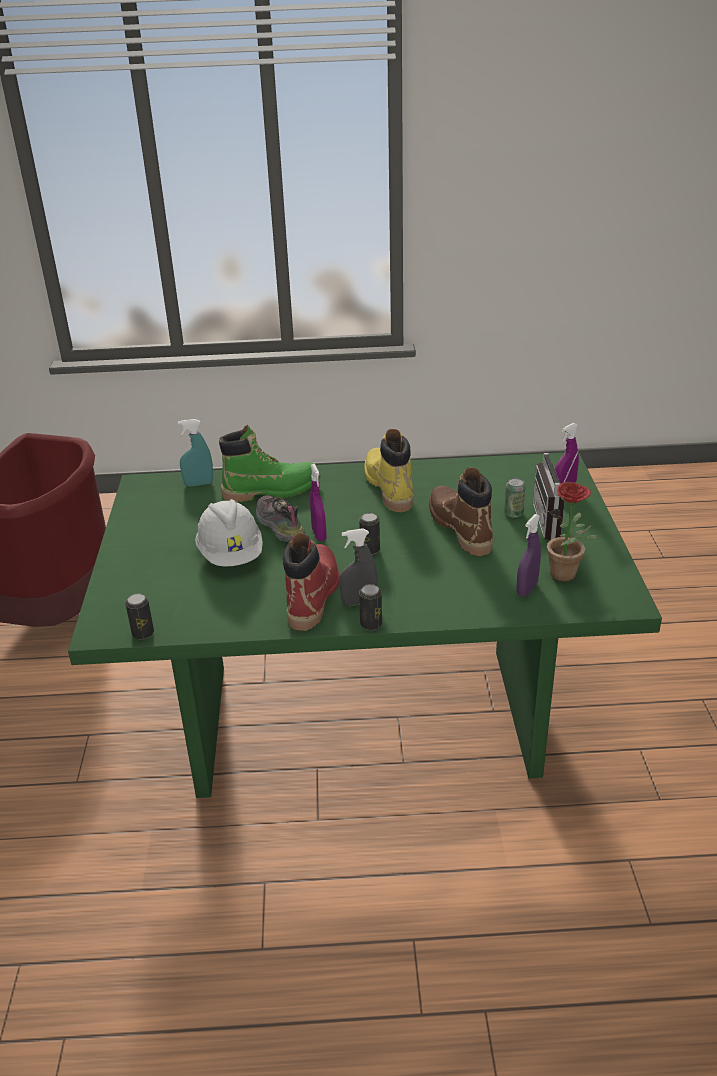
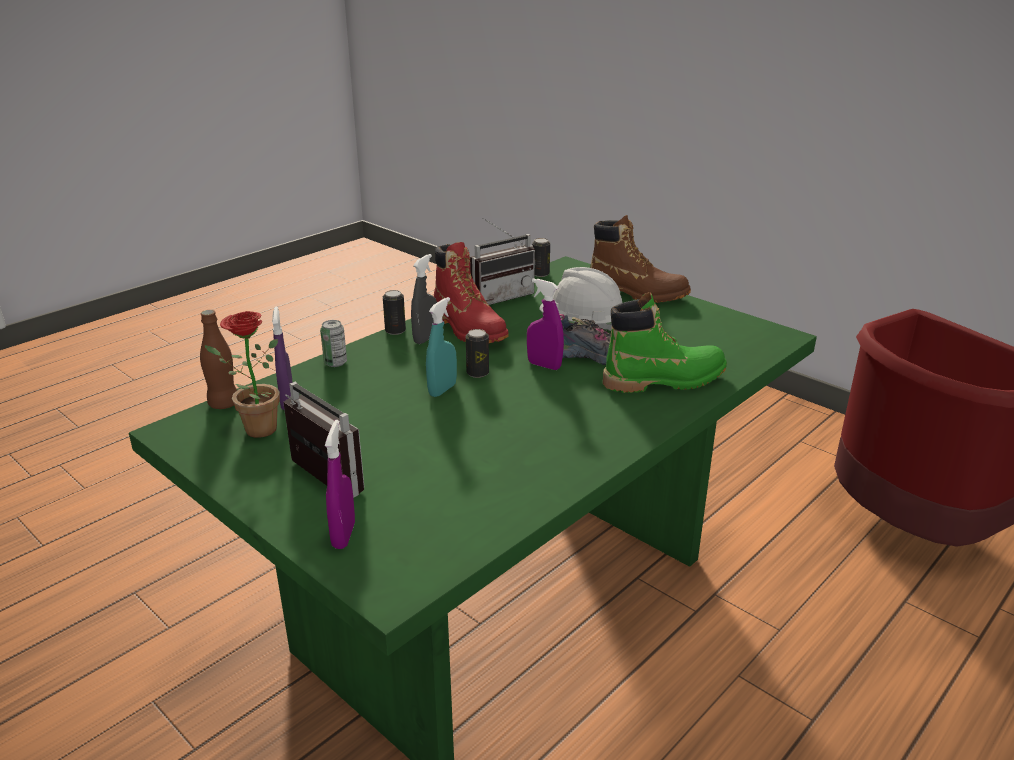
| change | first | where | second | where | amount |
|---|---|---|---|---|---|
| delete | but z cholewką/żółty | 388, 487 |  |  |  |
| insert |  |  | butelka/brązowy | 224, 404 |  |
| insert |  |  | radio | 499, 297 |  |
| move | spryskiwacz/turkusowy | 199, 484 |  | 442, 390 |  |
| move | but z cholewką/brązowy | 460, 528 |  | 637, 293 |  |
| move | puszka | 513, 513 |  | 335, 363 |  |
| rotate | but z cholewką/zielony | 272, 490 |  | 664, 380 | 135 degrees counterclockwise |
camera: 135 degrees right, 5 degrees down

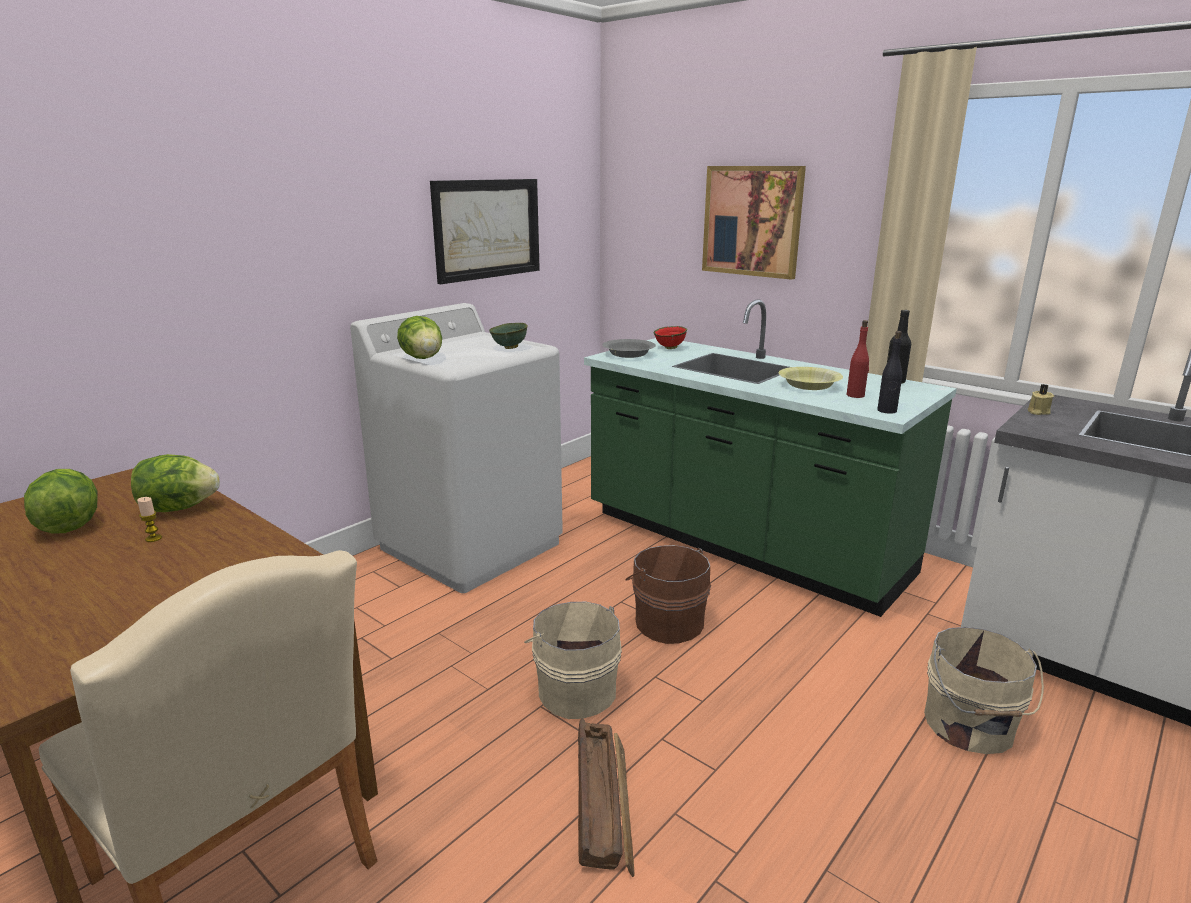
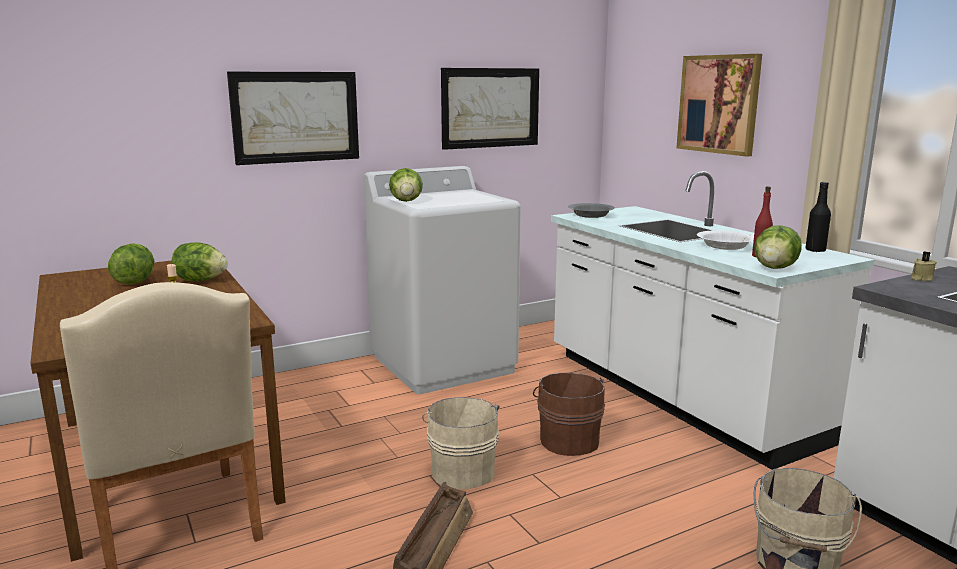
| change | first | where | second | where | amount |
|---|---|---|---|---|---|
| delete | miska/zielony | 510, 348 |  |  |  |
| delete | miska/czerwony | 670, 348 |  |  |  |
| insert |  |  | obraz | 295, 117 |  |
| replace | butelka/czarny | 887, 411 | sałata | 775, 268 |  |
| recolor | zabudowa kuchenna/zielony | 742, 544 | zabudowa kuchenna/biały | 677, 396 |  |
| recolor | miska/żółty | 809, 386 | miska/biały | 725, 247 |  |
camera: 20 degrees right, 5 degrees down

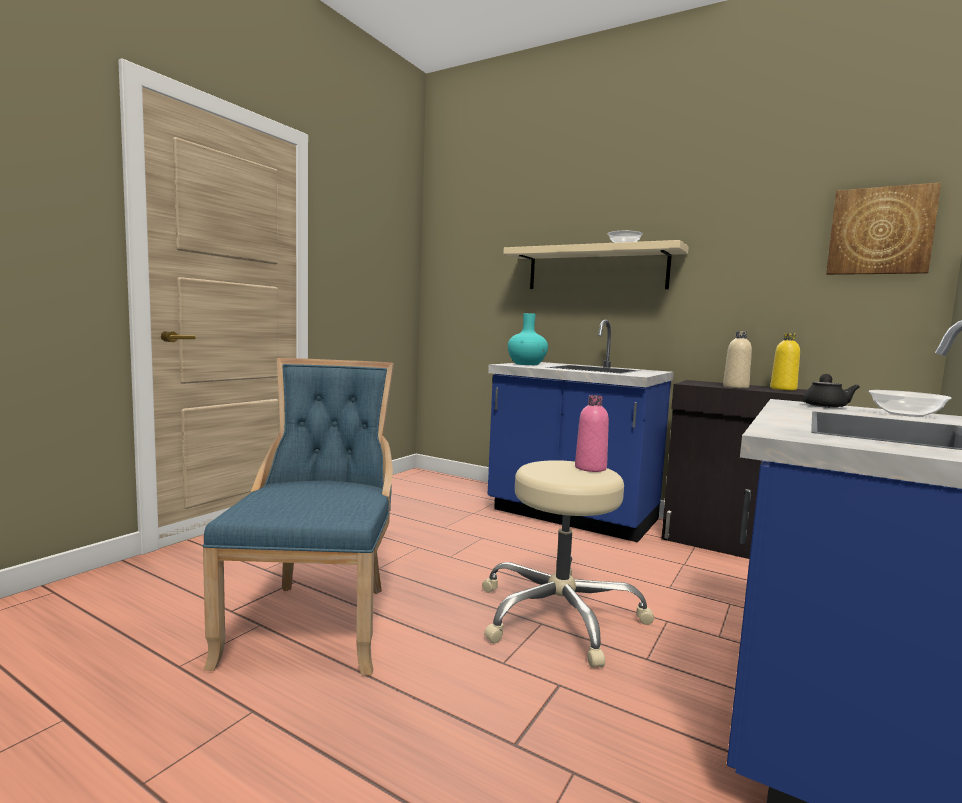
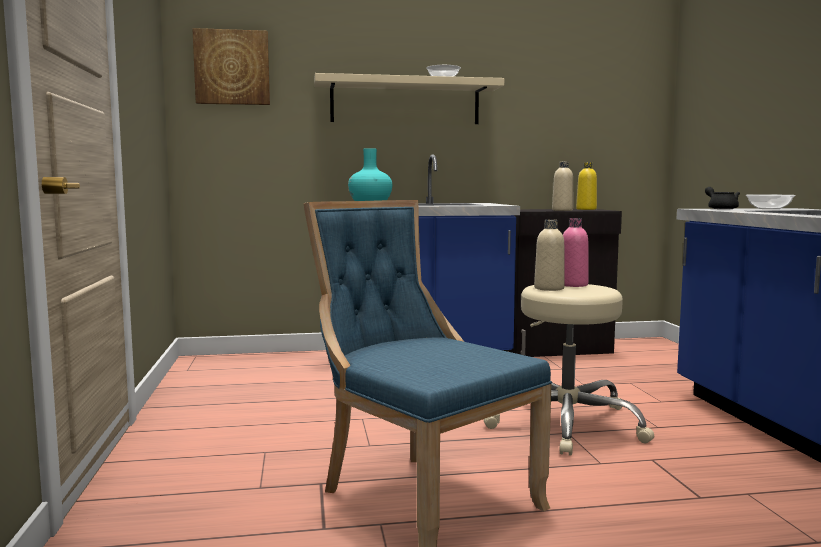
| change | first | where | second | where | amount |
|---|---|---|---|---|---|
| insert |  |  | butelka/beżowy | 549, 288 |  |
| move | obraz | 880, 231 |  | 232, 67 |  |
camera: 40 degrees left, 0 degrees up

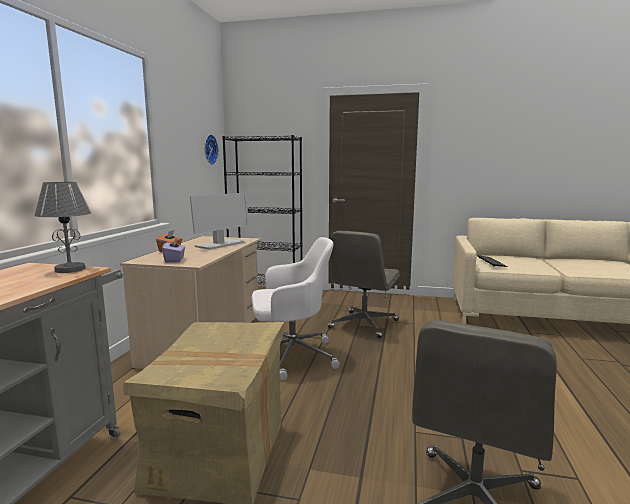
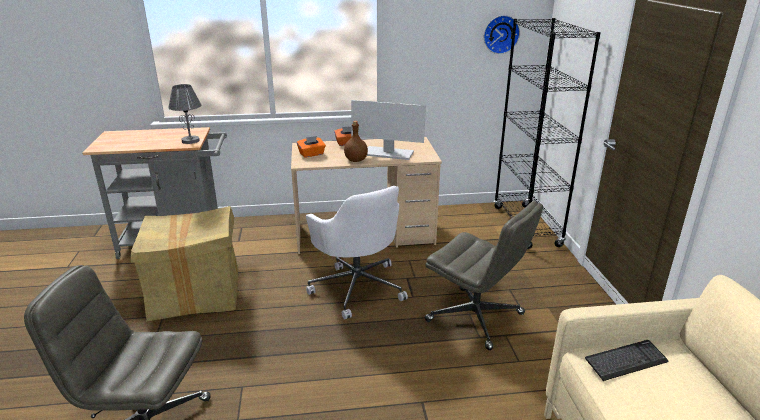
| change | first | where | second | where | amount |
|---|---|---|---|---|---|
| insert |  |  | butelka/brązowy | 356, 160 |  |
| recolor | pudełko chusteczek/fioletowy | 175, 260 | pudełko chusteczek/pomarańczowy | 311, 154 |  |
| rotate | krzesło biurowe/szary | 363, 324 |  | 476, 318 | 150 degrees counterclockwise |
camera: 70 degrees right, 15 degrees up

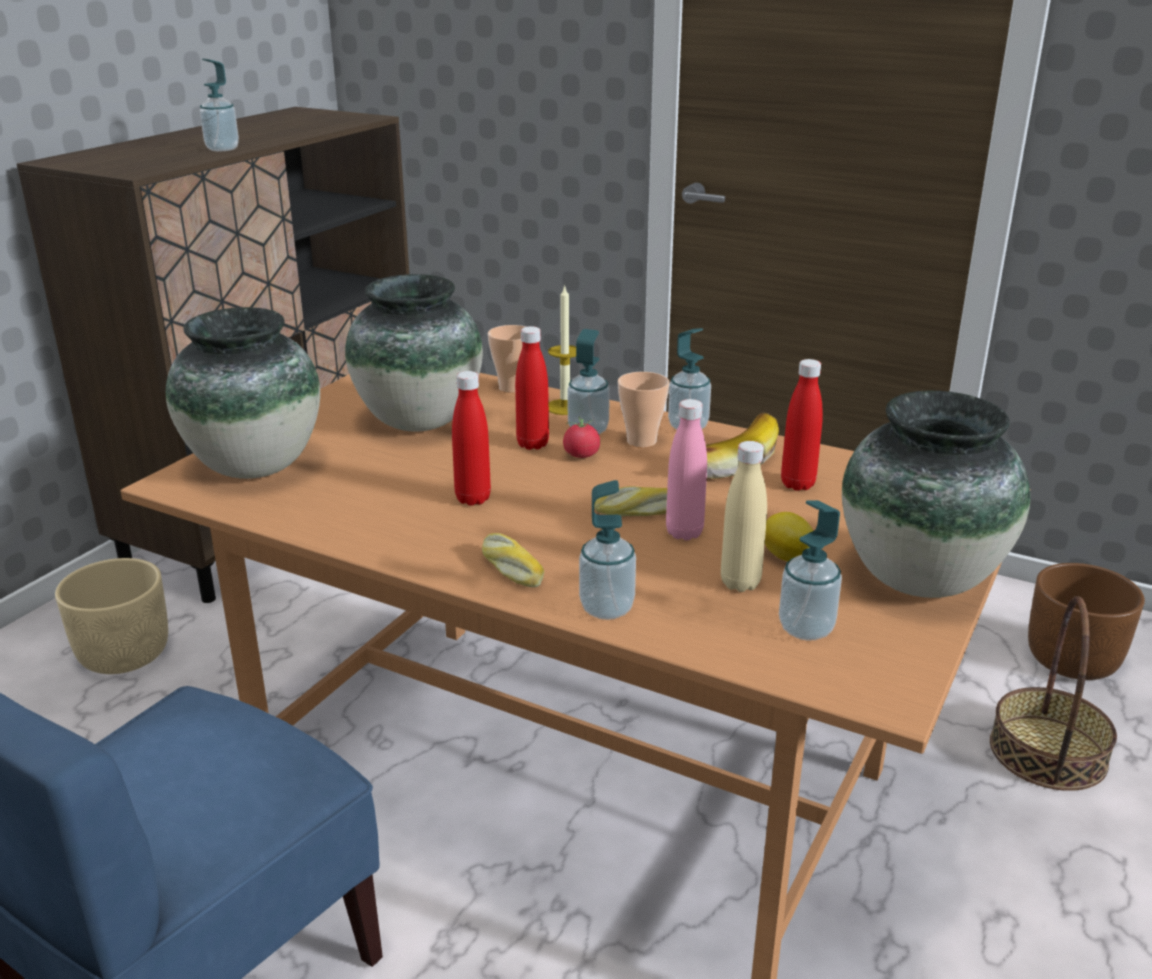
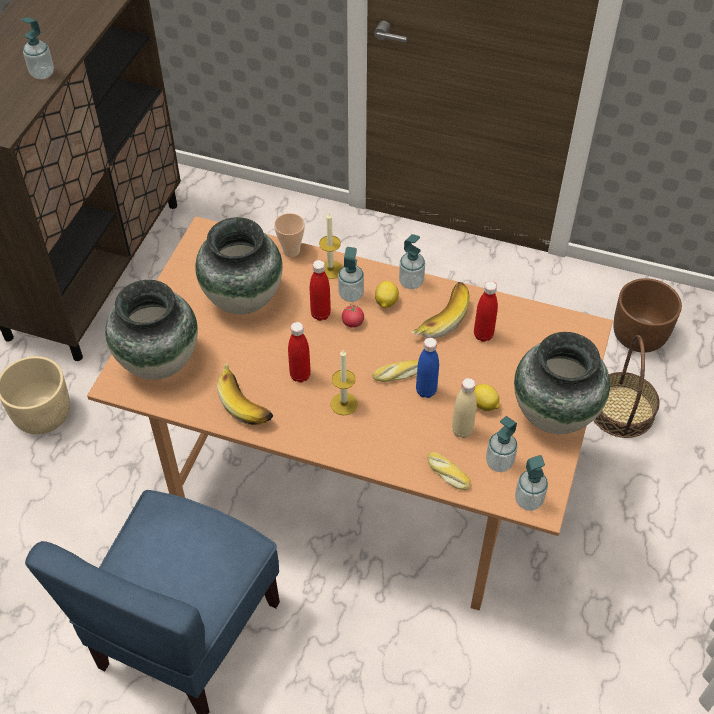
| change | first | where | second | where | amount |
|---|---|---|---|---|---|
| insert |  |  | banan | 247, 401 |  |
| insert |  |  | świeca | 344, 404 |  |
| move | chleb | 509, 569 |  | 447, 474 |  |
| move | dozownik mydła | 607, 609 |  | 528, 500 |  |
| replace | filiżanka | 641, 441 | cytryna | 386, 302 |  |
| recolor | butelka/różowy | 684, 533 | butelka/niebieski | 426, 391 |  |
camera: 10 degrees left, 25 degrees up

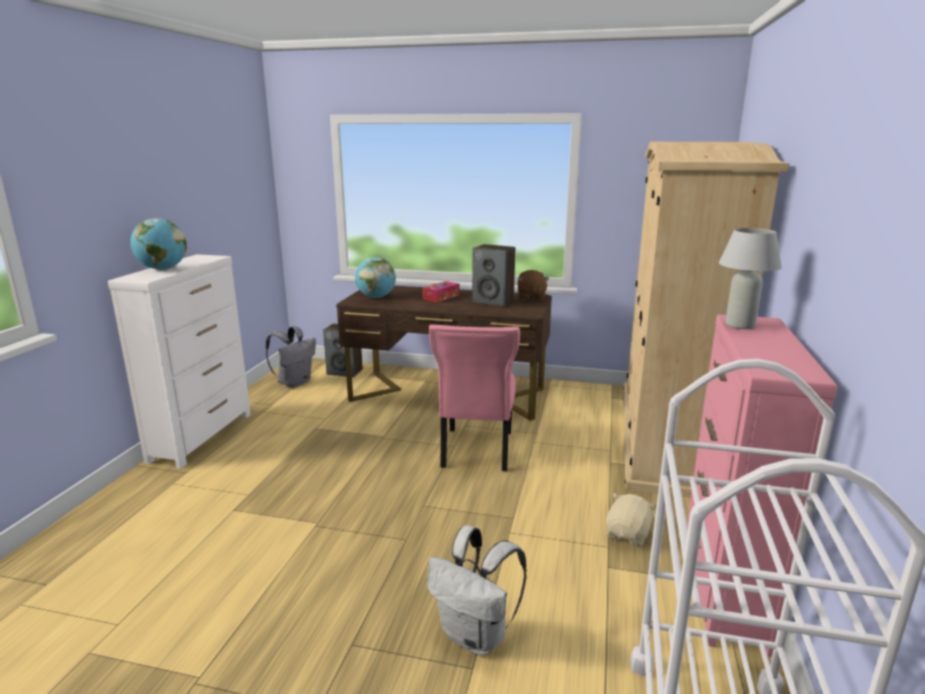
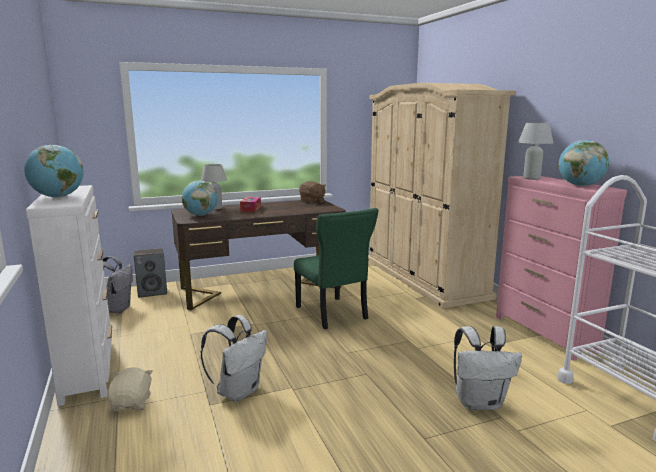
| change | first | where | second | where | amount |
|---|---|---|---|---|---|
| delete | głośnik | 493, 302 |  |  |  |
| insert |  |  | plecak/biały | 238, 391 |  |
| insert |  |  | lampa stołowa/biały | 215, 208 |  |
| insert |  |  | globus | 580, 186 |  |
| move | pluszak/beżowy | 628, 534 |  | 132, 403 |  |
| recolor | krzesło/różowy | 476, 451 | krzesło/zielony | 332, 314 |  |
camera: 35 degrees left, 5 degrees down

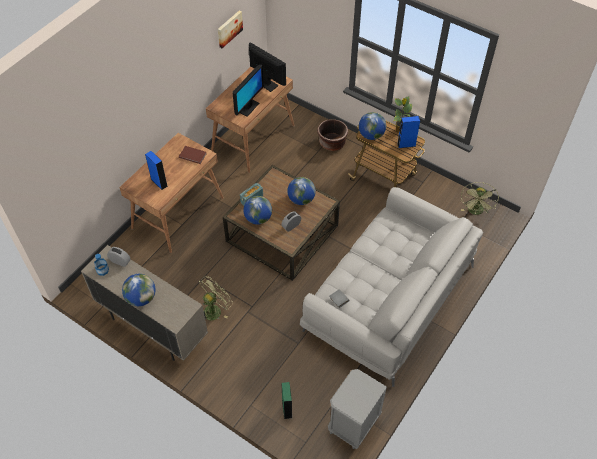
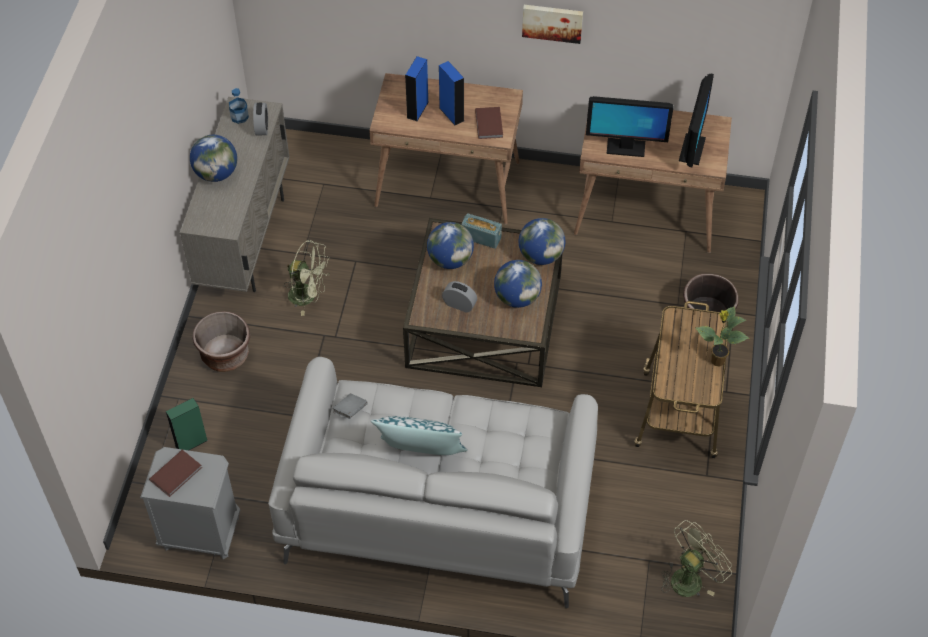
| change | first | where | second | where | amount |
|---|---|---|---|---|---|
| insert |  |  | książka/brązowy | 177, 474 |  |
| insert |  |  | donica/brązowy | 225, 355 |  |
| insert |  |  | poduszka | 421, 457 |  |
| move | obraz | 229, 28 |  | 552, 22 |  |
| move | globus | 371, 135 |  | 540, 256 |  |
| move | głośnik/niebieski | 406, 144 |  | 451, 114 |  |
| rotate | wentylator/zielony | 475, 212 |  | 690, 577 | 150 degrees clockwise |
camera: 65 degrees right, 0 degrees up

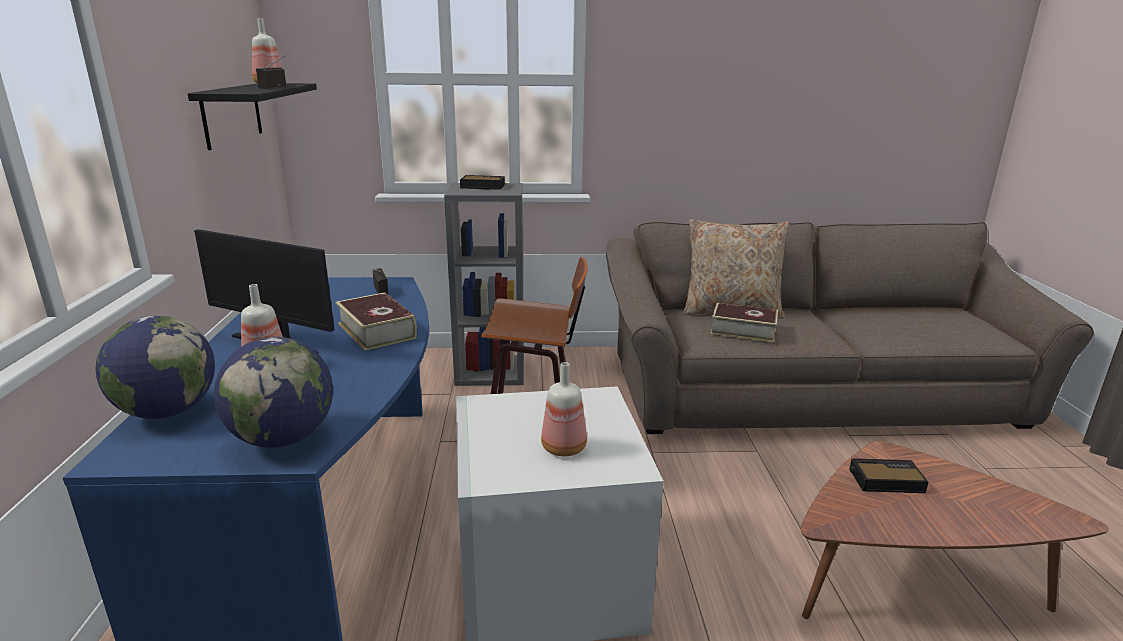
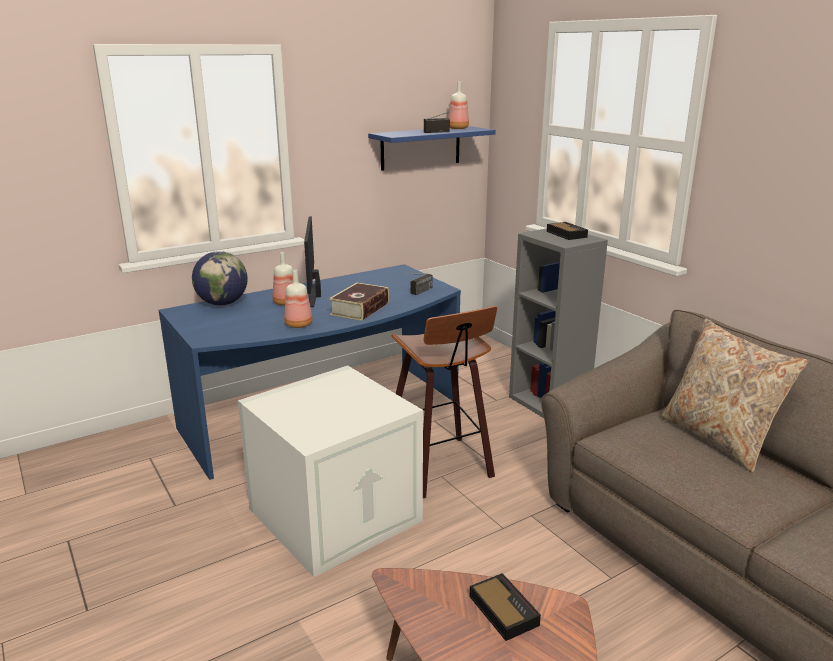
| change | first | where | second | where | amount |
|---|---|---|---|---|---|
| delete | globus | 283, 438 |  |  |  |
| delete | książka | 743, 330 |  |  |  |
| move | butelka | 564, 447 |  | 299, 325 |  |
| recolor | półka/czarny | 232, 114 | półka/niebieski | 421, 148 |  |
camera: 60 degrees right, 0 degrees up

